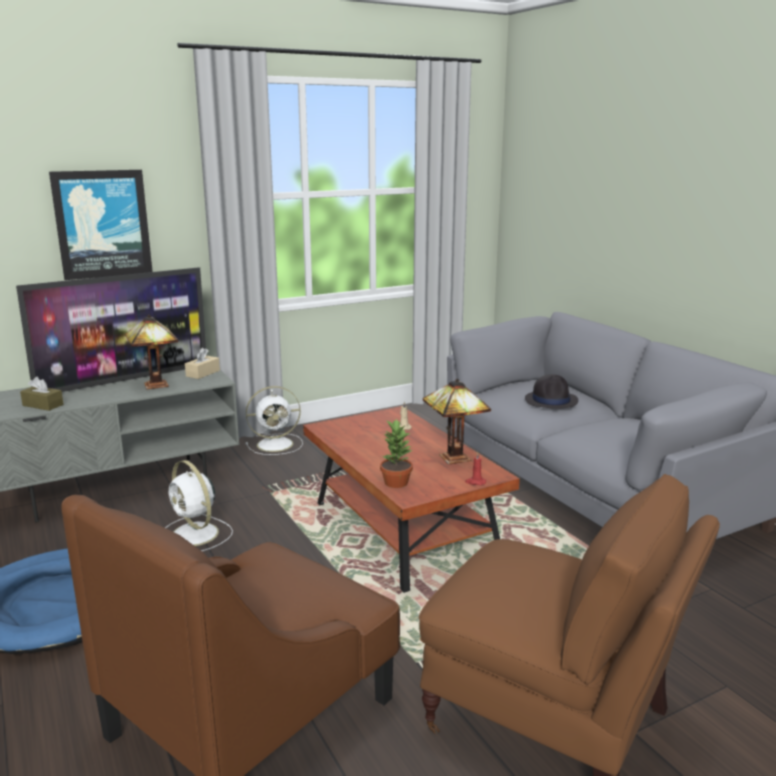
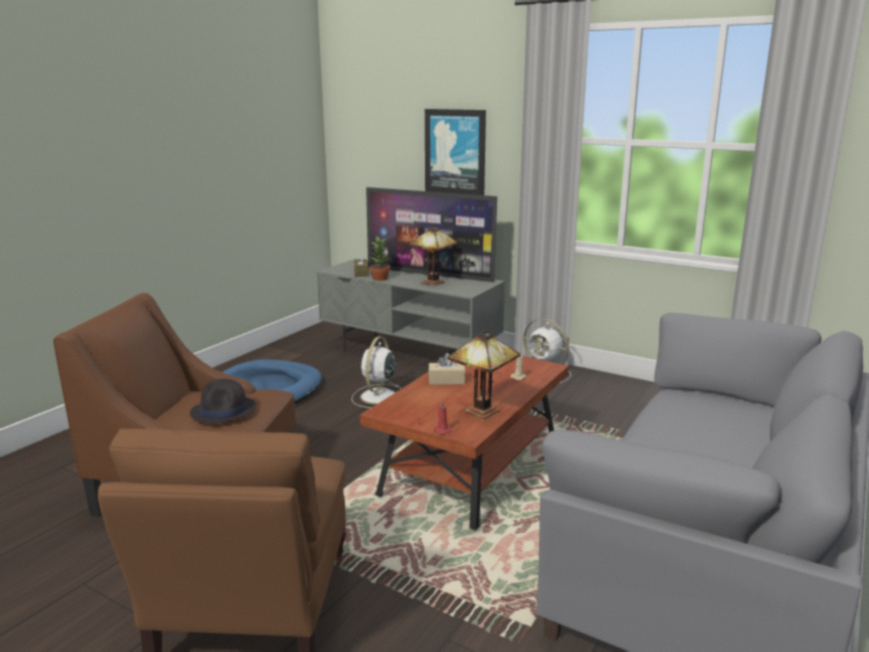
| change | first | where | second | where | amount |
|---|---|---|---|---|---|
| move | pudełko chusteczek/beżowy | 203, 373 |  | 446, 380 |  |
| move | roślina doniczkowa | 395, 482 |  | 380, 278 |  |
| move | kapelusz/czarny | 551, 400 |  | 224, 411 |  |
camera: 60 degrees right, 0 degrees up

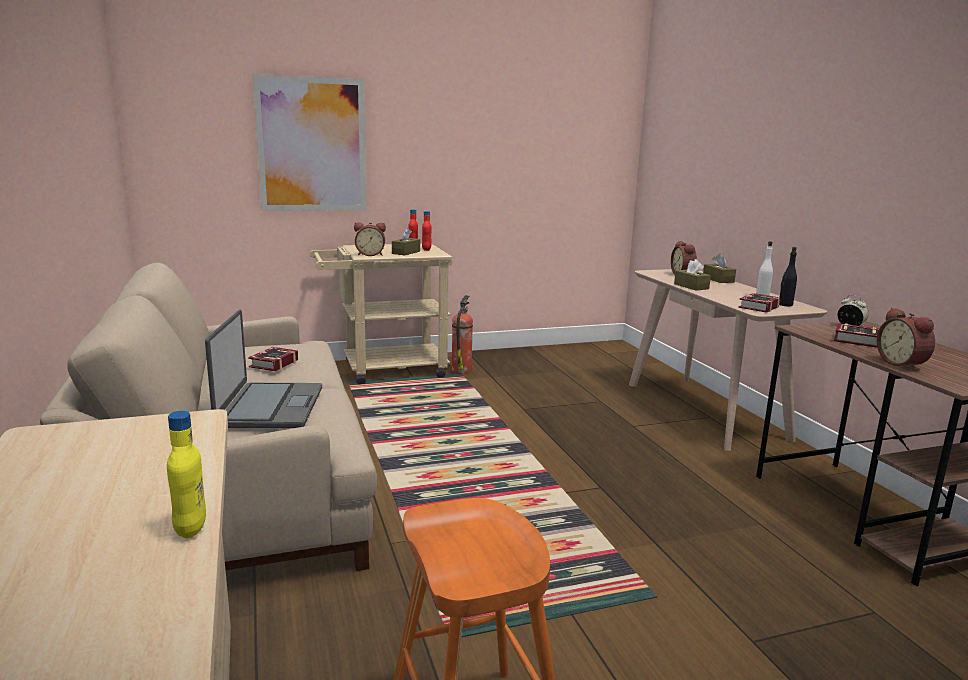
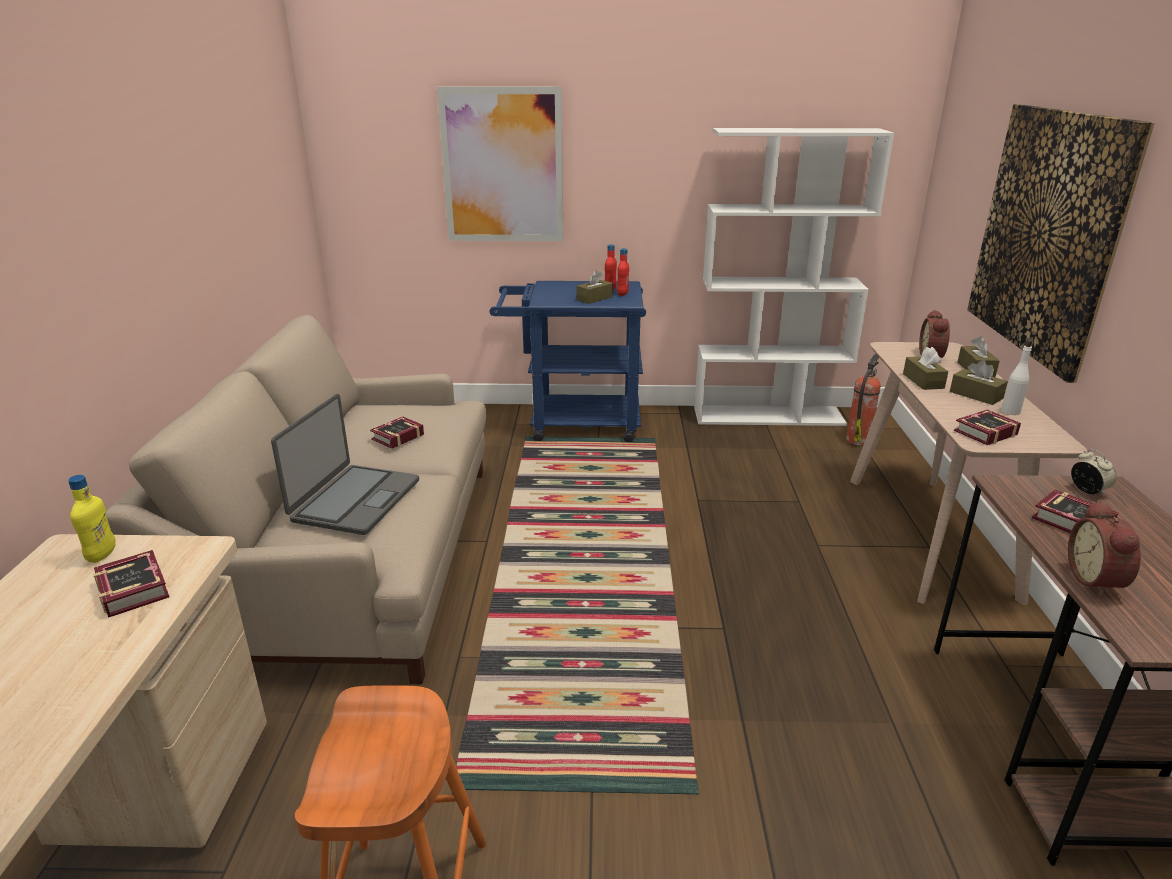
| change | first | where | second | where | amount |
|---|---|---|---|---|---|
| delete | budzik | 370, 254 |  |  |  |
| delete | butelka/czarny | 785, 305 |  |  |  |
| insert |  |  | książka | 135, 587 |  |
| insert |  |  | regał/biały | 769, 416 |  |
| insert |  |  | pudełko chusteczek/brązowy | 976, 395 |  |
| insert |  |  | obraz | 1047, 234 |  |
| move | butelka/żółty | 190, 528 |  | 101, 555 |  |
| move | gaśnica | 462, 369 |  | 858, 439 |  |
| recolor | wózek/beżowy | 384, 370 | wózek/niebieski | 573, 423 |  |
camera: 20 degrees right, 10 degrees up

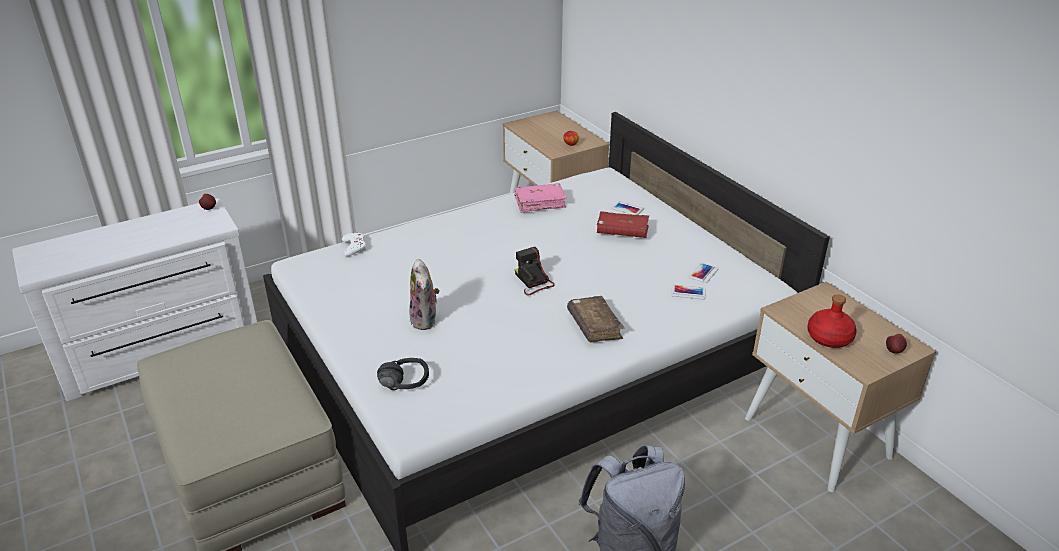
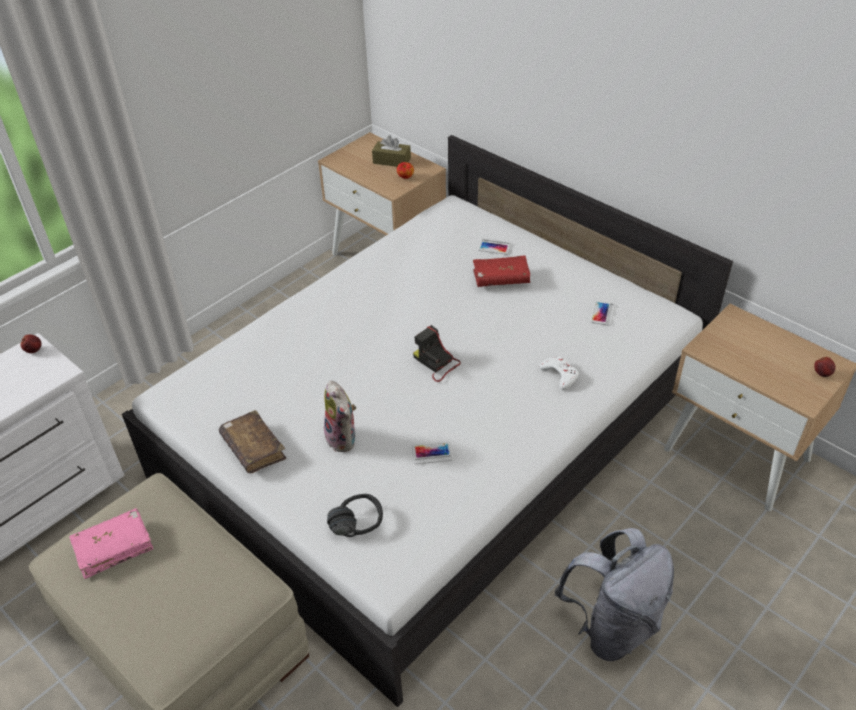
| change | first | where | second | where | amount |
|---|---|---|---|---|---|
| delete | butelka/czerwony | 830, 338 |  |  |  |
| insert |  |  | pudełko chusteczek/brązowy | 391, 161 |  |
| move | pad do gier/biały | 354, 247 |  | 560, 375 |  |
| move | książka/różowy | 540, 203 |  | 114, 547 |  |
| move | książka/brązowy | 594, 326 |  | 253, 448 |  |
| move | telefon | 688, 292 |  | 432, 453 |  |
camera: 15 degrees left, 10 degrees up

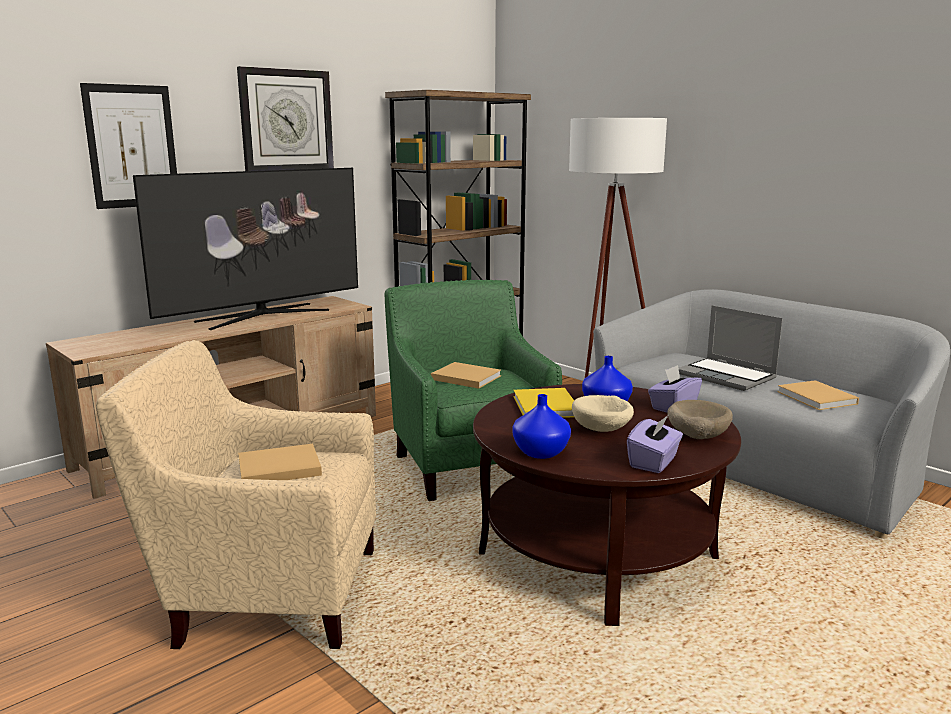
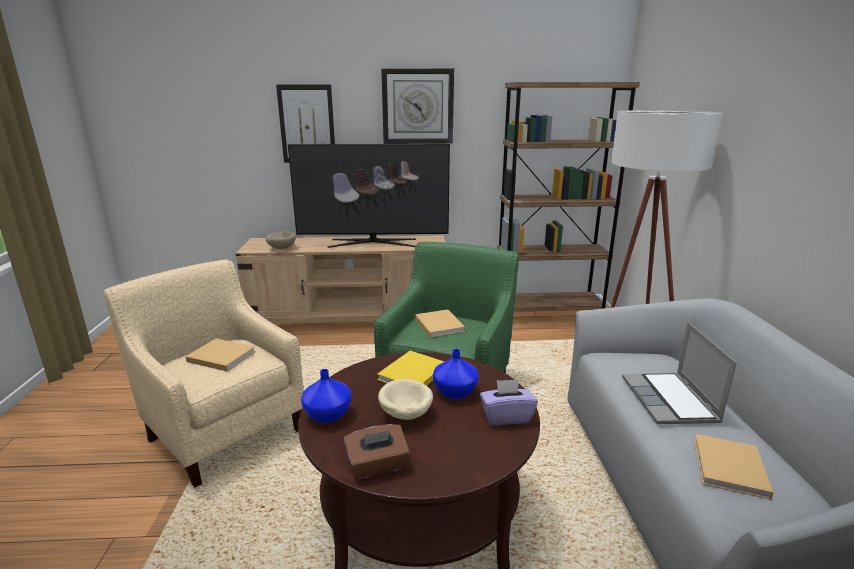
| change | first | where | second | where | amount |
|---|---|---|---|---|---|
| move | miska/beżowy | 696, 436 |  | 281, 248 |  |
| recolor | pudełko chusteczek/fioletowy | 654, 462 | pudełko chusteczek/brązowy | 377, 466 |  |
camera: 40 degrees right, 5 degrees up

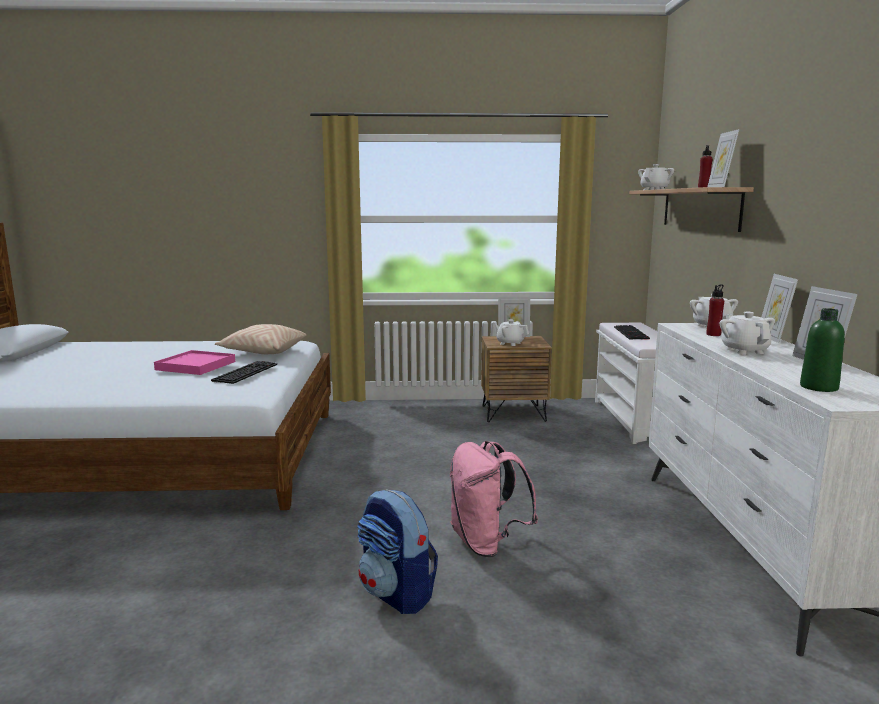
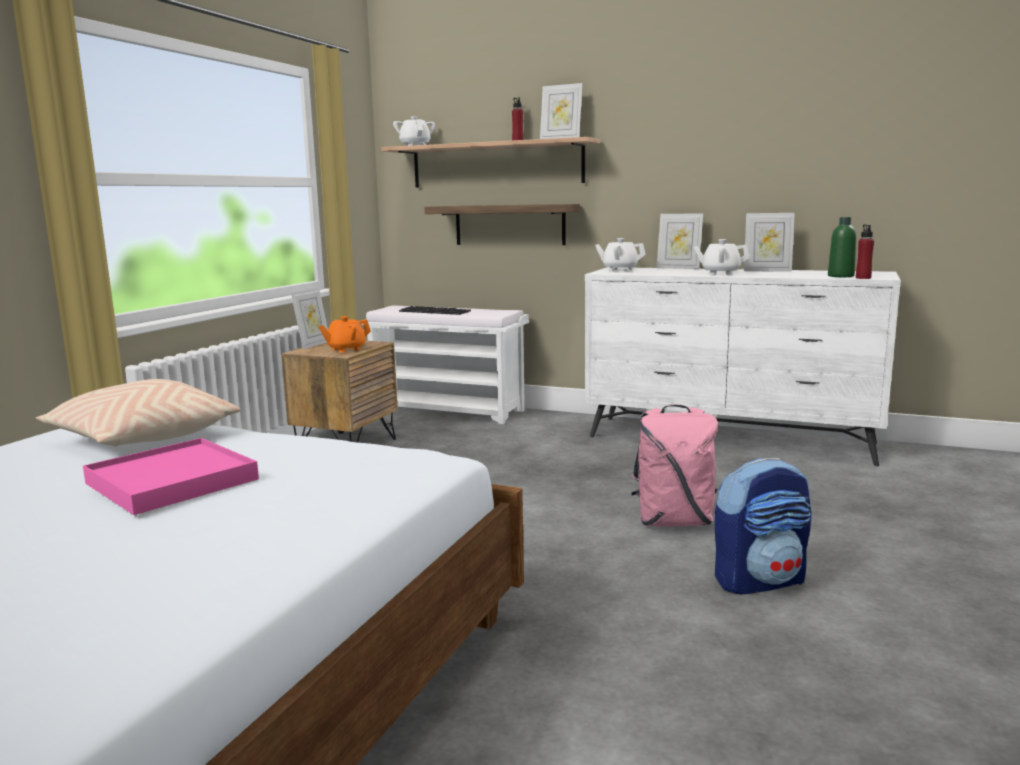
| change | first | where | second | where | amount |
|---|---|---|---|---|---|
| delete | klawiatura | 245, 372 |  |  |  |
| insert |  |  | półka | 509, 225 |  |
| move | butelka/czerwony | 713, 334 |  | 863, 278 |  |
| recolor | imbryk/biały | 510, 343 | imbryk/pomarańczowy | 346, 349 |  |
camera: 65 degrees left, 0 degrees up

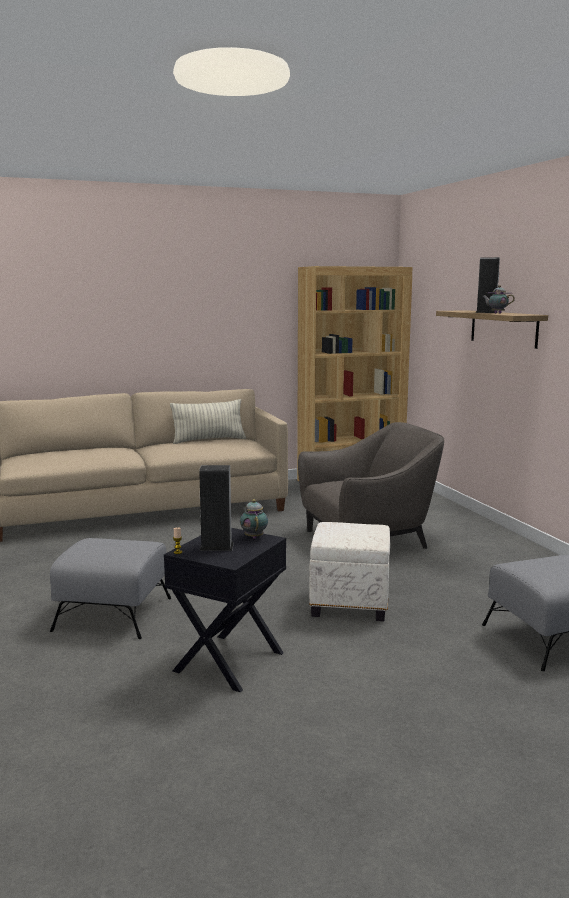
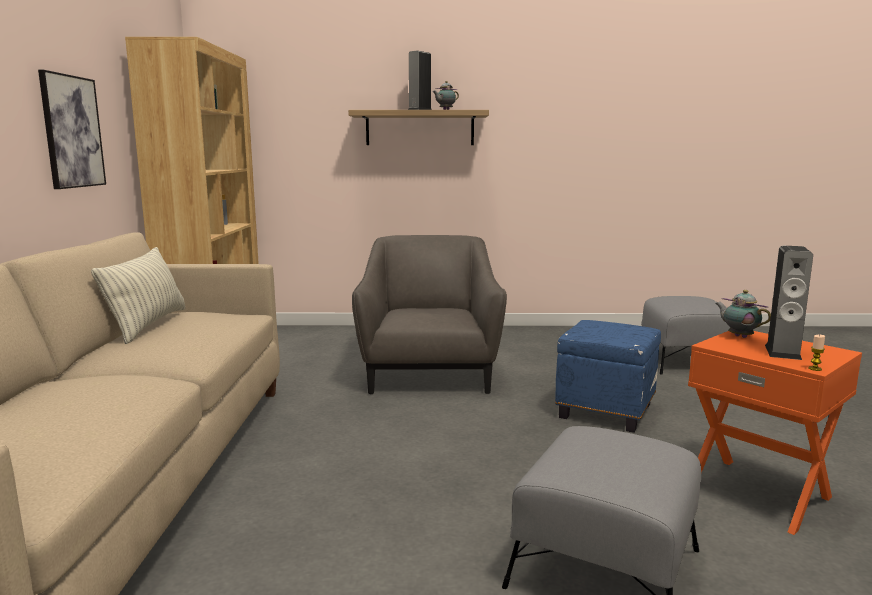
| change | first | where | second | where | amount |
|---|---|---|---|---|---|
| insert |  |  | obraz | 72, 132 |  |
| recolor | stolik/czarny | 230, 662 | stolik/pomarańczowy | 758, 493 |  |
| recolor | pufa/biały | 351, 604 | pufa/niebieski | 605, 410 |  |
| rotate | imbryk | 254, 537 |  | 739, 336 | 45 degrees clockwise |
camera: 70 degrees left, 0 degrees up

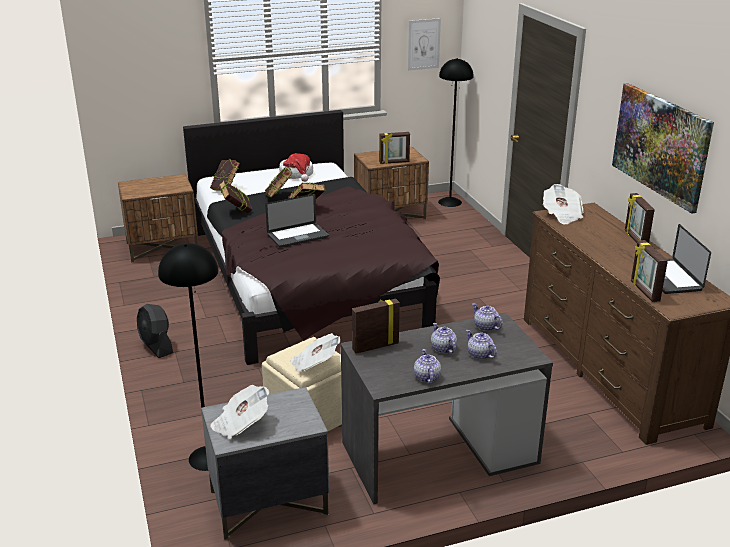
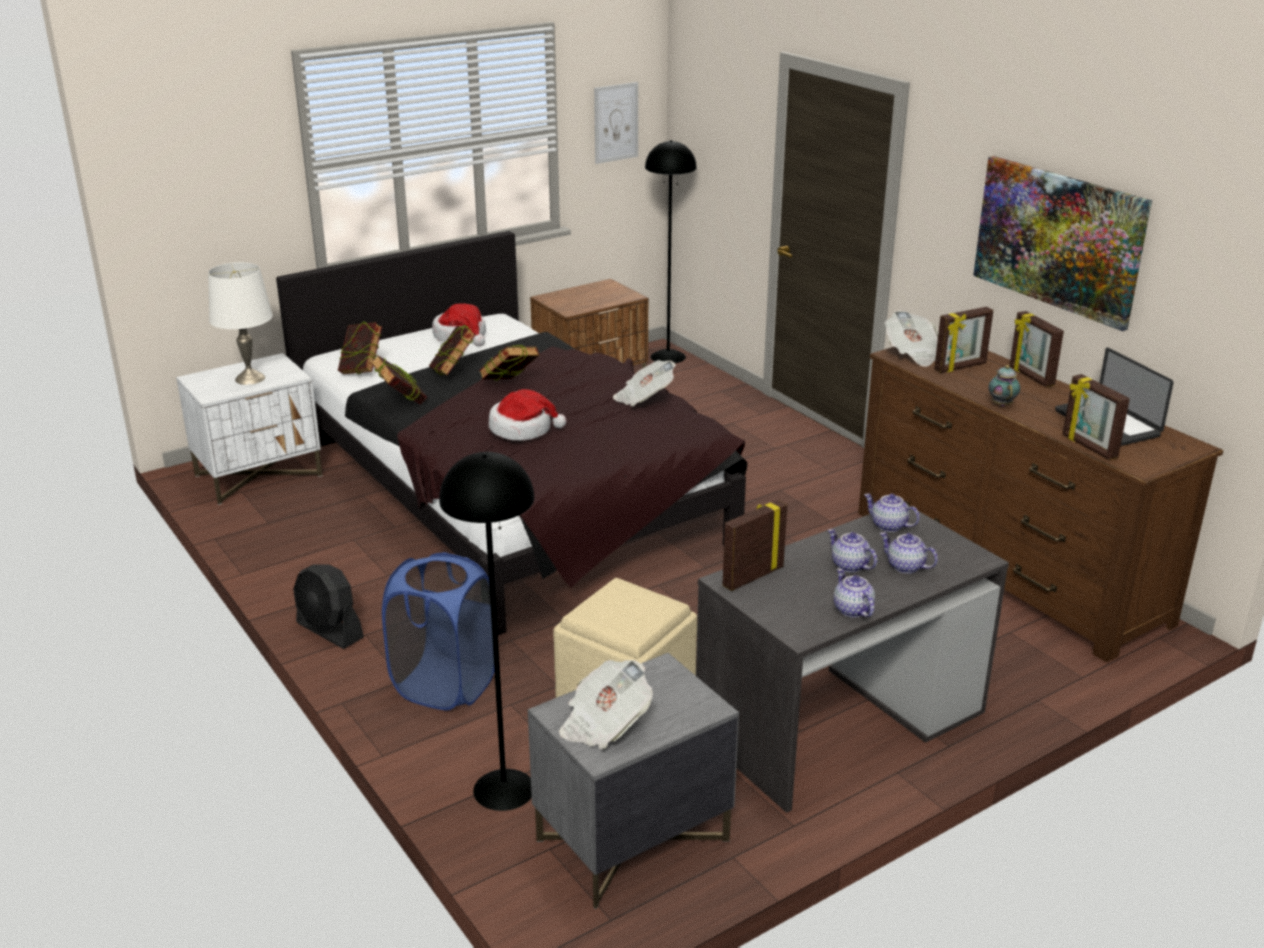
| change | first | where | second | where | amount |
|---|---|---|---|---|---|
| insert |  |  | lampa stołowa/biały | 250, 378 |  |
| insert |  |  | kosz na pranie/niebieski | 445, 685 |  |
| insert |  |  | imbryk | 1001, 404 |  |
| move | gazeta | 314, 364 |  | 644, 398 |  |
| move | ramka na zdjęcie | 394, 162 |  | 960, 367 |  |
| replace | laptop | 298, 236 | kapelusz | 522, 429 |  |
| recolor | szafka nocna/brązowy | 163, 247 | szafka nocna/biały | 259, 475 |  |
camera: 15 degrees left, 0 degrees up

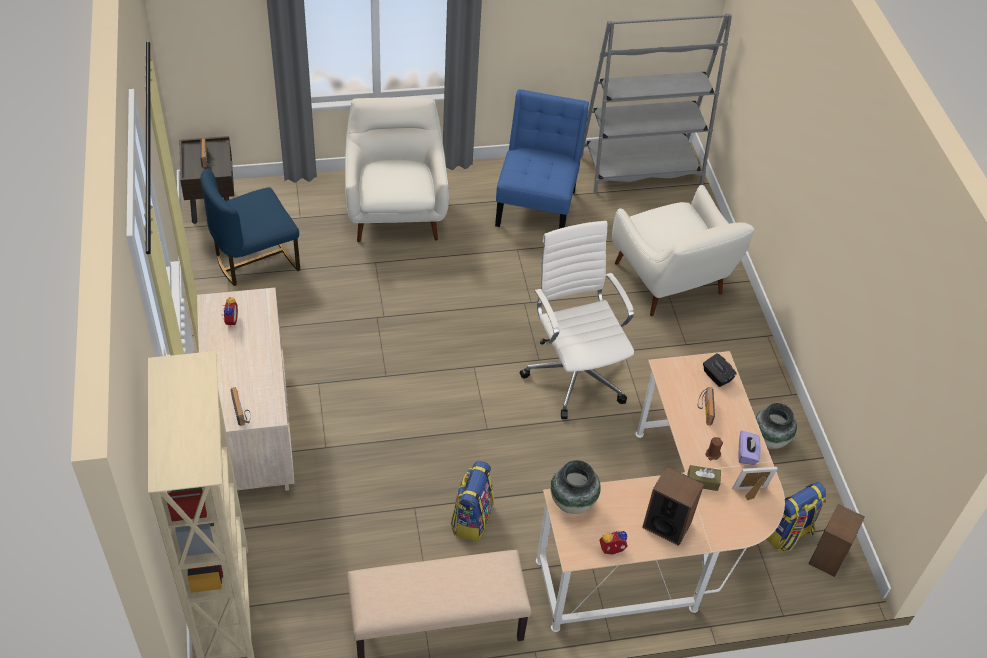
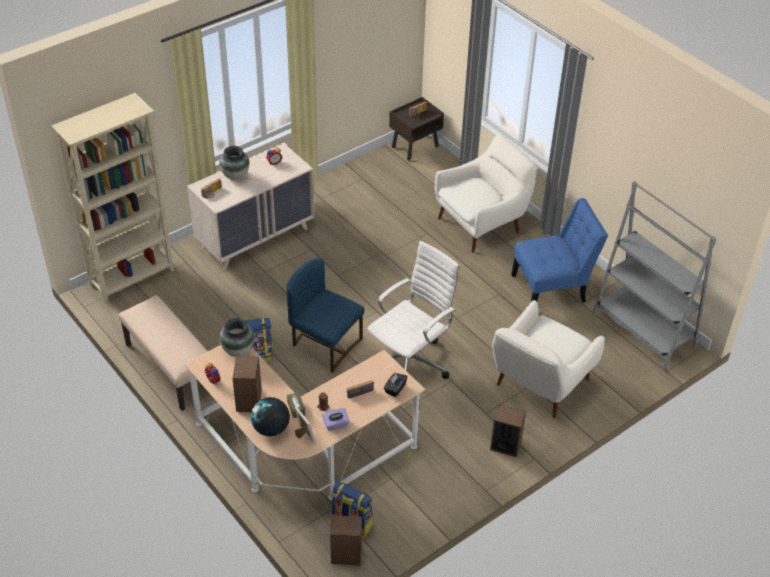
| change | first | where | second | where | amount |
|---|---|---|---|---|---|
| insert |  |  | globus | 271, 429 |  |
| insert |  |  | głośnik | 505, 445 |  |
| move | krzesło/niebieski | 255, 260 |  | 325, 344 |  |
| move | wazon | 769, 440 |  | 235, 176 |  |
camera: 65 degrees right, 5 degrees down

